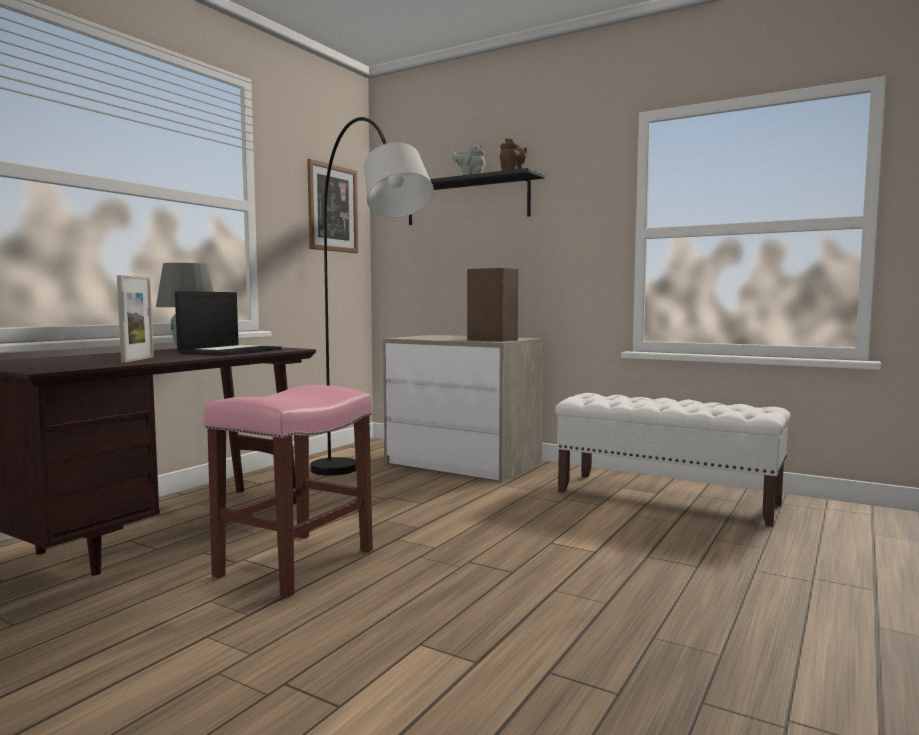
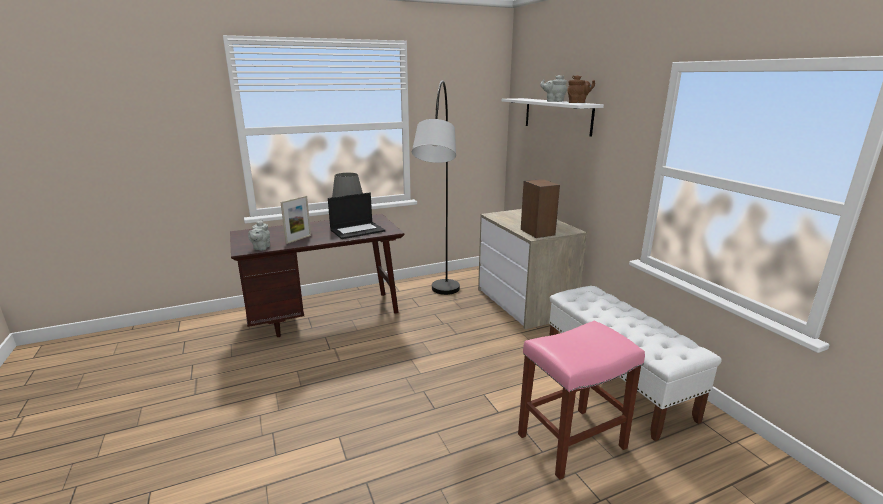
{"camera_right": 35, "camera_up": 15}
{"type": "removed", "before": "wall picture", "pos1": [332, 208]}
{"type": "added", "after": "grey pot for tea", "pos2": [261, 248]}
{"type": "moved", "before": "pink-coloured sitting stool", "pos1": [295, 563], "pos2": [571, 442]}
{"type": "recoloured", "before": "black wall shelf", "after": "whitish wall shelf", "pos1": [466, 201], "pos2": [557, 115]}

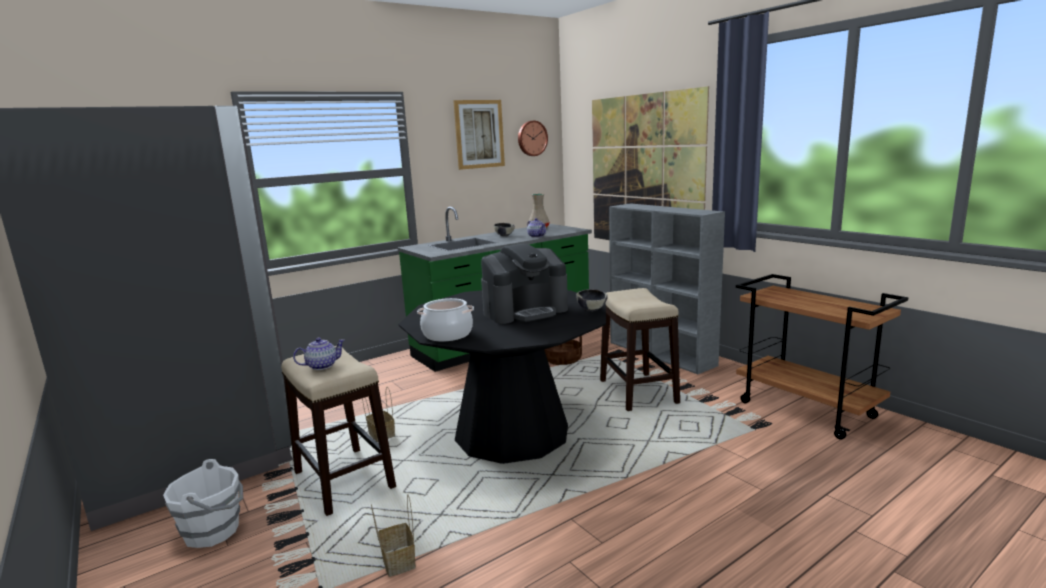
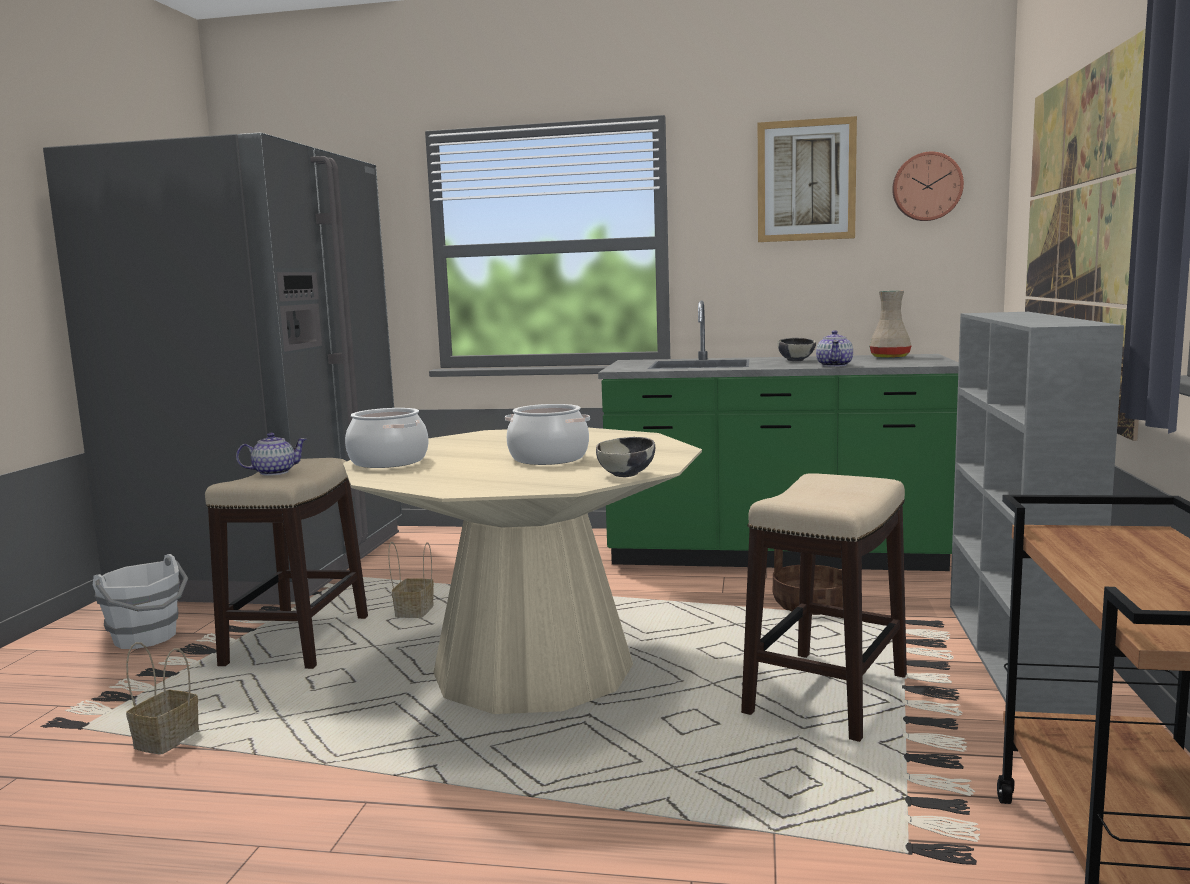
{"camera_right": 45, "camera_up": -5}
{"type": "replaced", "before": "coffee brewer", "after": "saucepot", "pos1": [525, 311], "pos2": [549, 458]}
{"type": "recoloured", "before": "black kitchen table", "after": "beige-coloured kitchen table", "pos1": [512, 433], "pos2": [533, 670]}
{"type": "turned", "before": "pot for tea", "pos1": [321, 366], "pos2": [274, 472], "turn": -45}

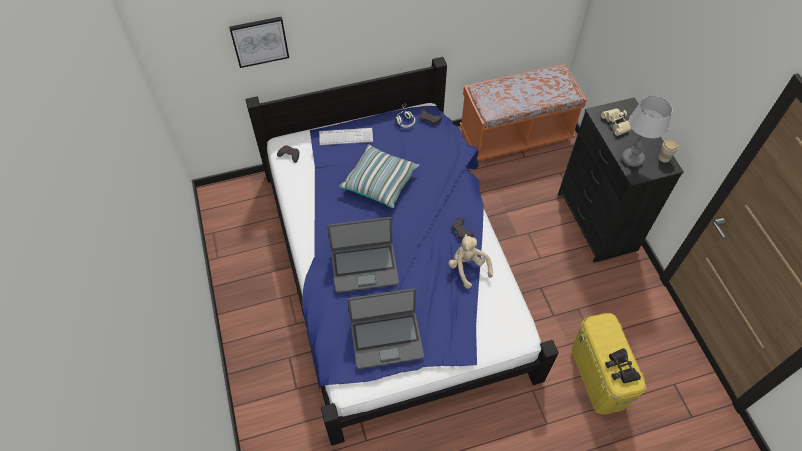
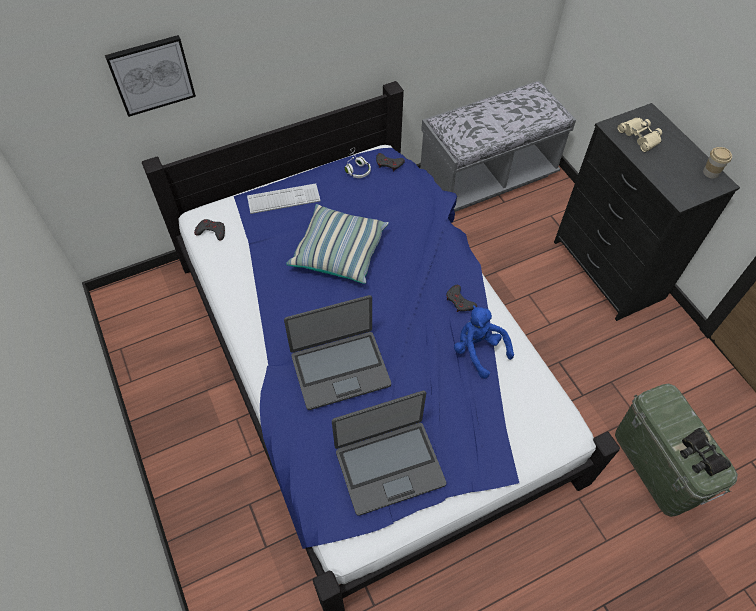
{"camera_right": -10, "camera_up": 0}
{"type": "removed", "before": "tabletop lamp", "pos1": [632, 158]}
{"type": "recoloured", "before": "beige-coloured cuddly toy", "after": "blue cuddly toy", "pos1": [468, 268], "pos2": [478, 350]}
{"type": "recoloured", "before": "orange-coloured long seat", "after": "grey long seat", "pos1": [515, 135], "pos2": [487, 177]}
{"type": "recoloured", "before": "yellow storage container", "after": "green-coloured storage container", "pos1": [598, 376], "pos2": [656, 466]}

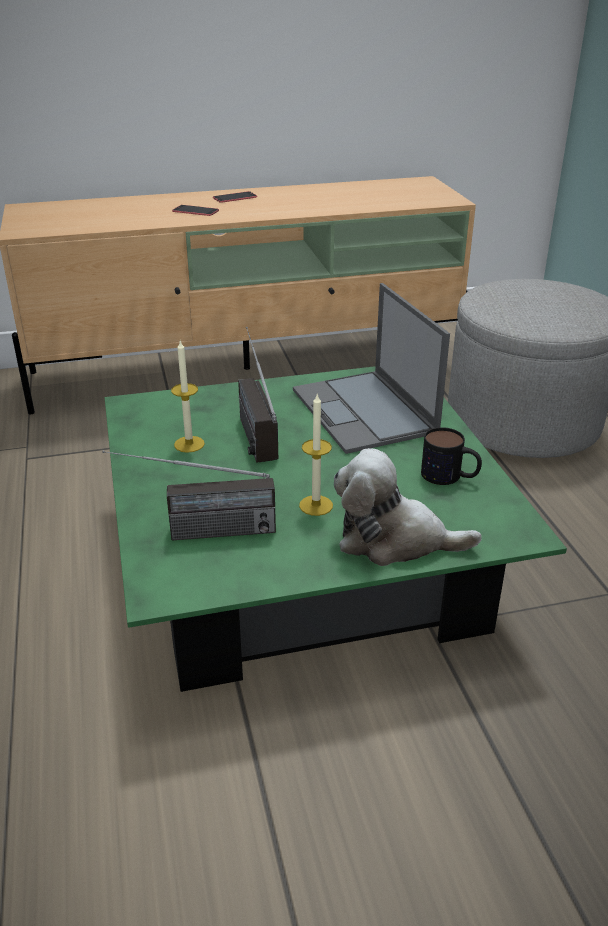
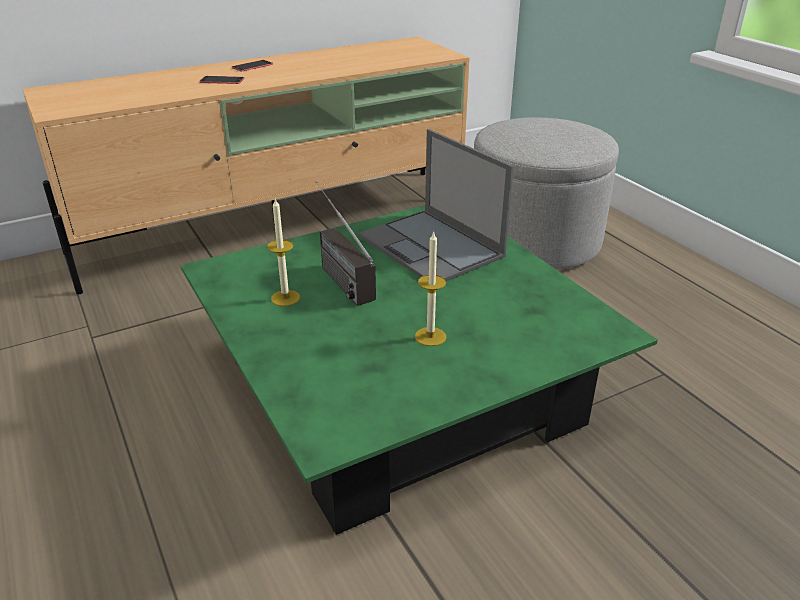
{"camera_right": -15, "camera_up": 0}
{"type": "removed", "before": "radio", "pos1": [195, 532]}
{"type": "removed", "before": "cuddly toy", "pos1": [394, 540]}
{"type": "removed", "before": "coffee mug", "pos1": [450, 476]}

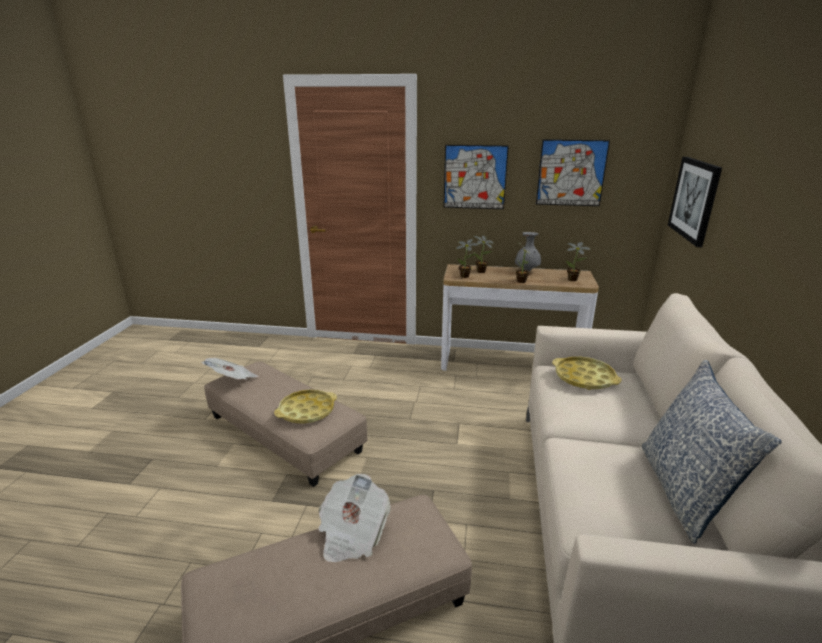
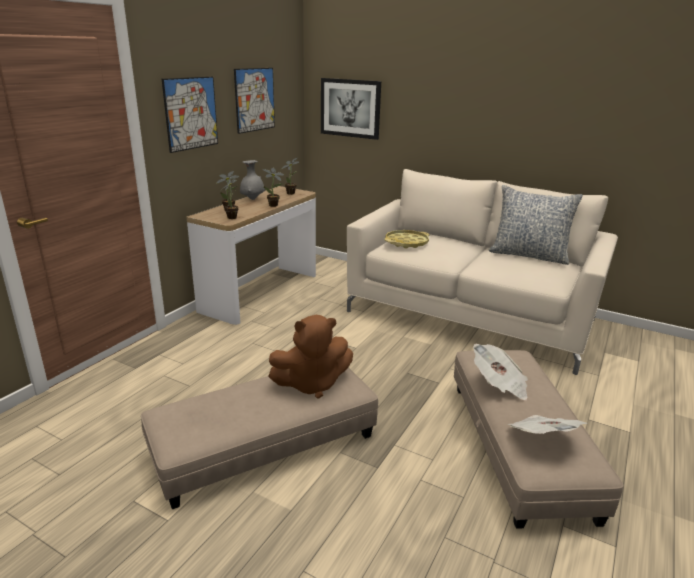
{"camera_right": -70, "camera_up": 0}
{"type": "moved", "before": "daily paper", "pos1": [233, 380], "pos2": [542, 438]}
{"type": "replaced", "before": "yellow tray", "after": "brownish cuddly toy", "pos1": [306, 411], "pos2": [311, 384]}

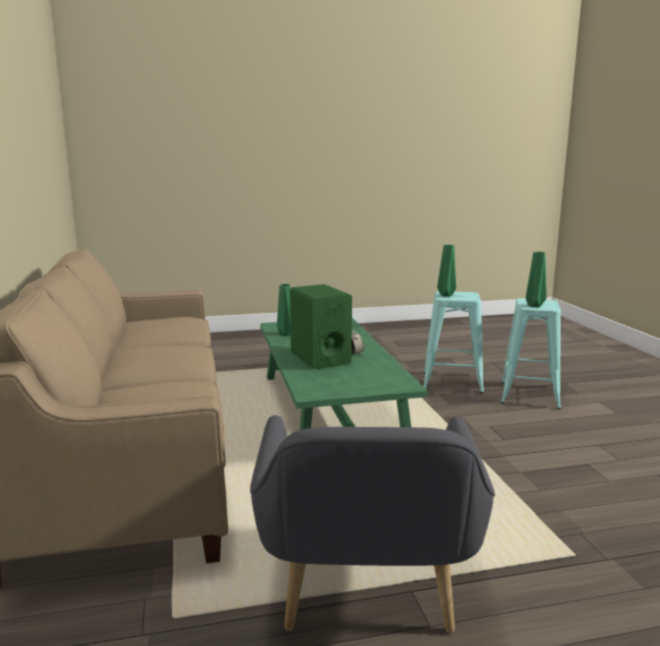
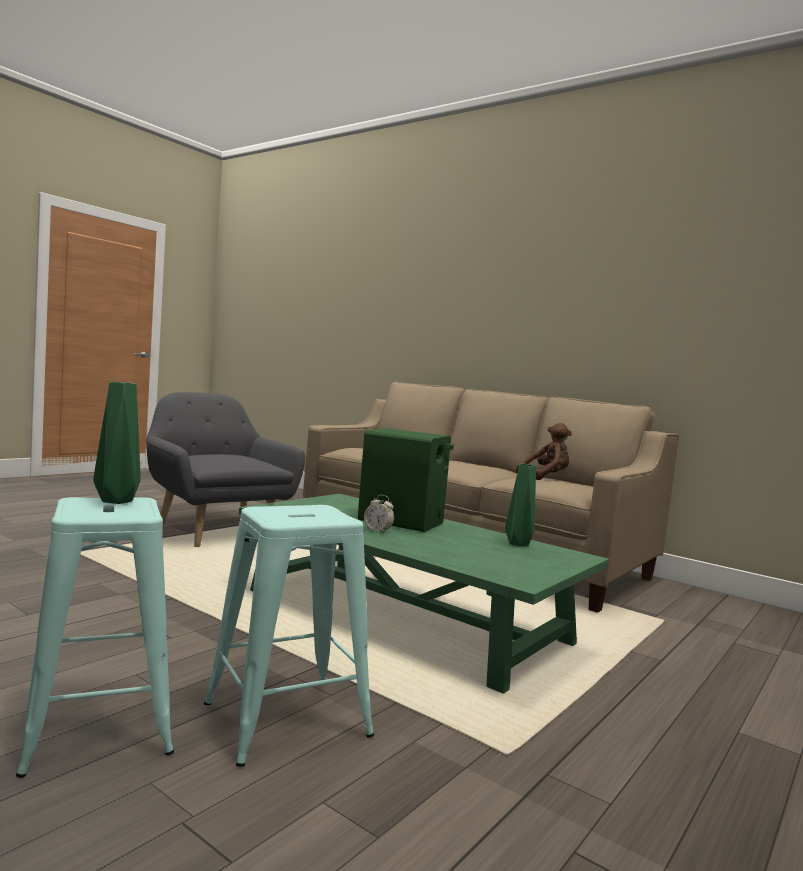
{"camera_right": 140, "camera_up": -10}
{"type": "removed", "before": "green-coloured flower vase", "pos1": [445, 295]}
{"type": "added", "after": "brownish cuddly toy", "pos2": [546, 477]}

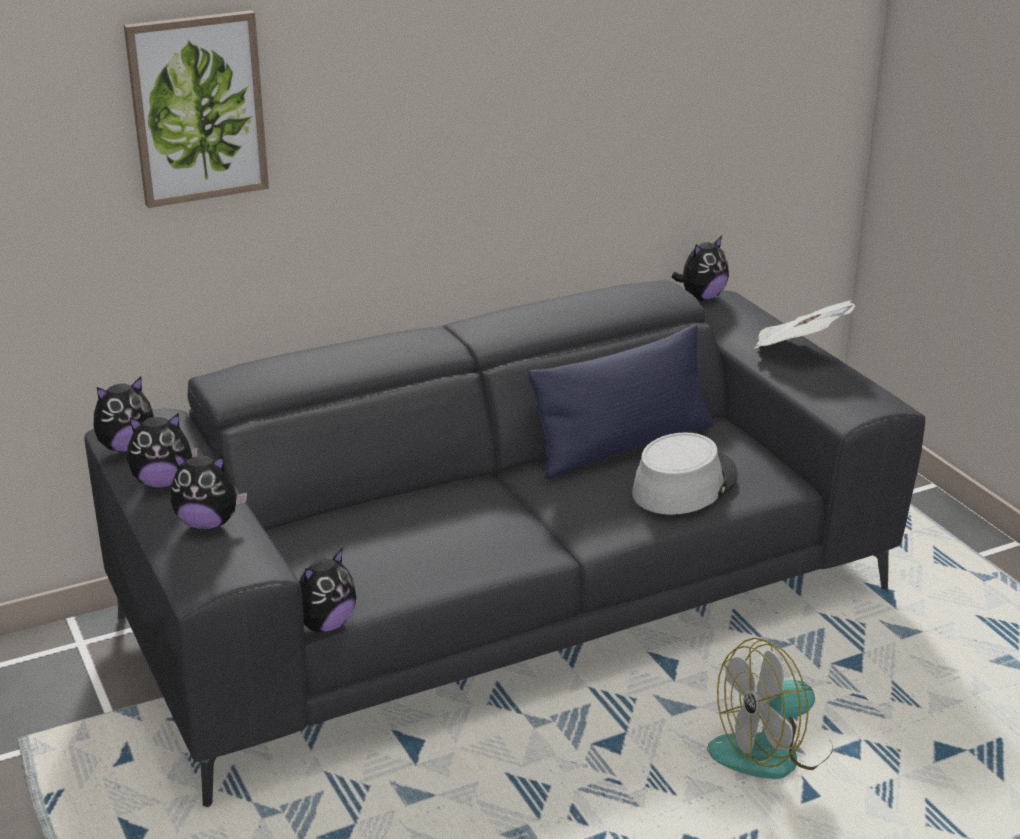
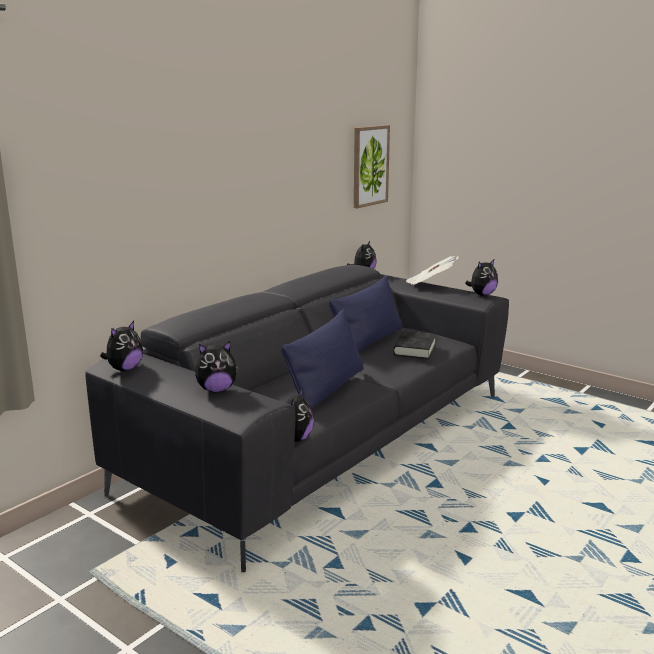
{"camera_right": -25, "camera_up": -10}
{"type": "removed", "before": "electric fan", "pos1": [772, 752]}
{"type": "added", "after": "blue throw pillow", "pos2": [327, 389]}
{"type": "moved", "before": "wall picture", "pos1": [197, 108], "pos2": [370, 166]}
{"type": "moved", "before": "cuddly toy", "pos1": [163, 482], "pos2": [482, 295]}
{"type": "replaced", "before": "grey clothing hat", "after": "black book", "pos1": [684, 484], "pos2": [414, 349]}

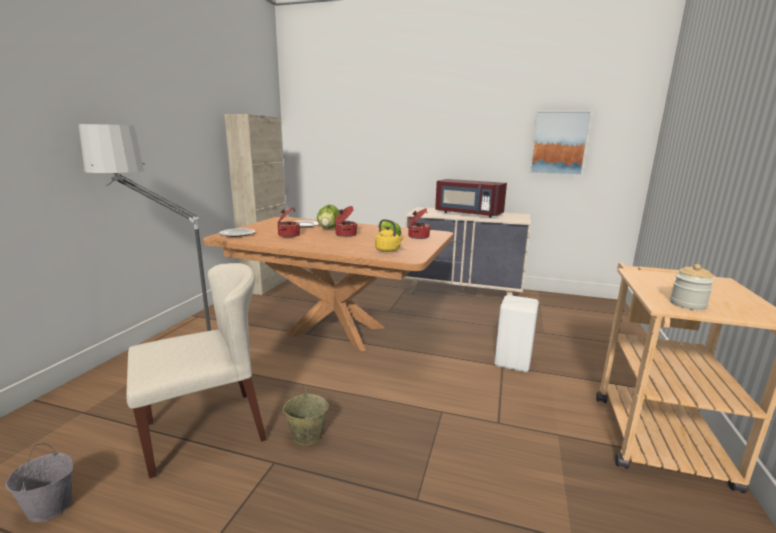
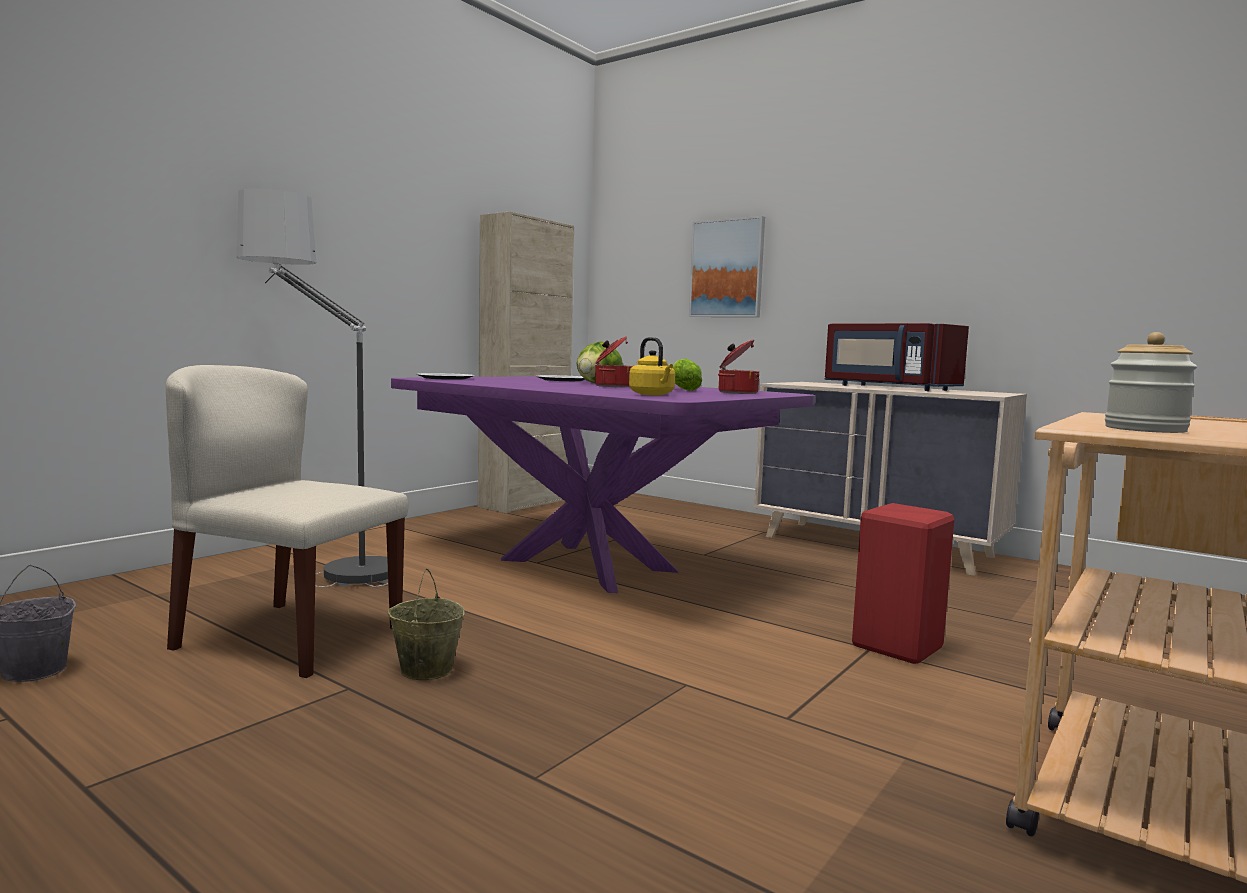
{"camera_right": 20, "camera_up": -10}
{"type": "removed", "before": "saucepot", "pos1": [288, 235]}
{"type": "moved", "before": "wall picture", "pos1": [559, 143], "pos2": [727, 268]}
{"type": "recoloured", "before": "brownish kitchen table", "after": "purple-coloured kitchen table", "pos1": [335, 330], "pos2": [587, 564]}
{"type": "recoloured", "before": "whitish sitting stool", "after": "red-coloured sitting stool", "pos1": [513, 363], "pos2": [898, 648]}
{"type": "turned", "before": "beige-coloured upright chair", "pos1": [206, 430], "pos2": [288, 637], "turn": -150}

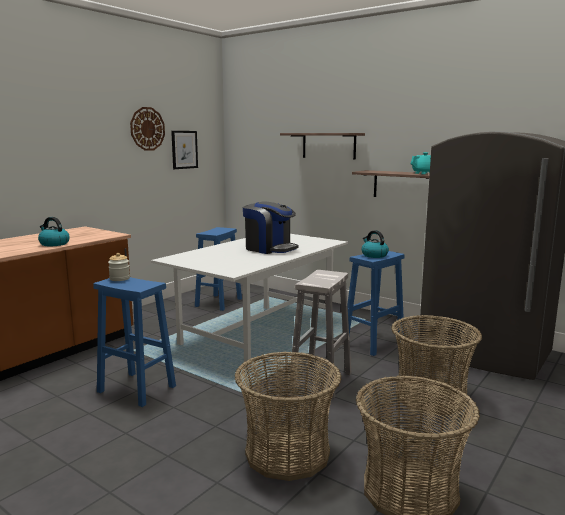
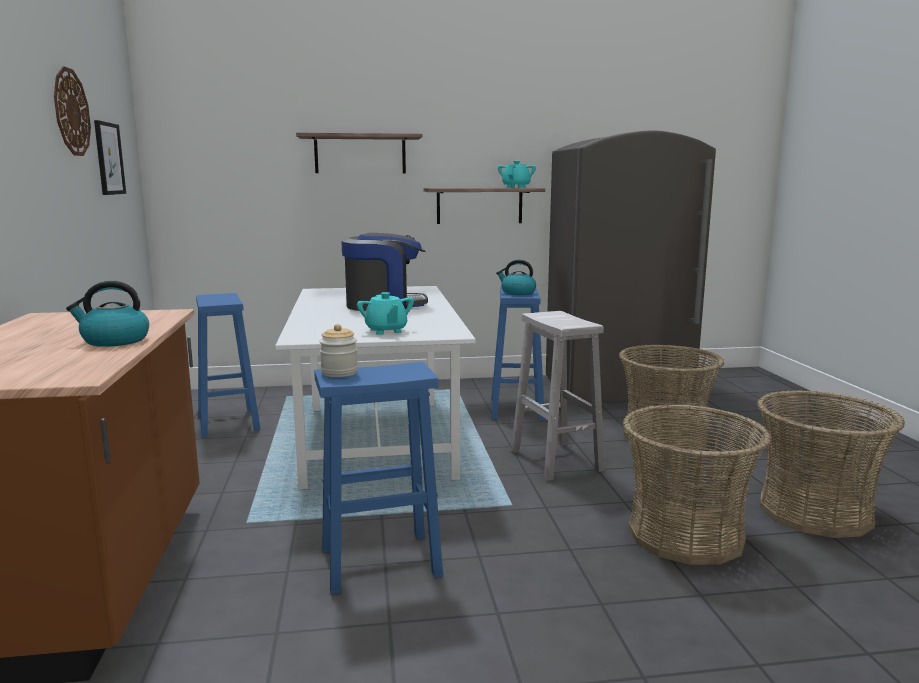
{"camera_right": -45, "camera_up": 0}
{"type": "added", "after": "turquoise pot for tea", "pos2": [386, 331]}

